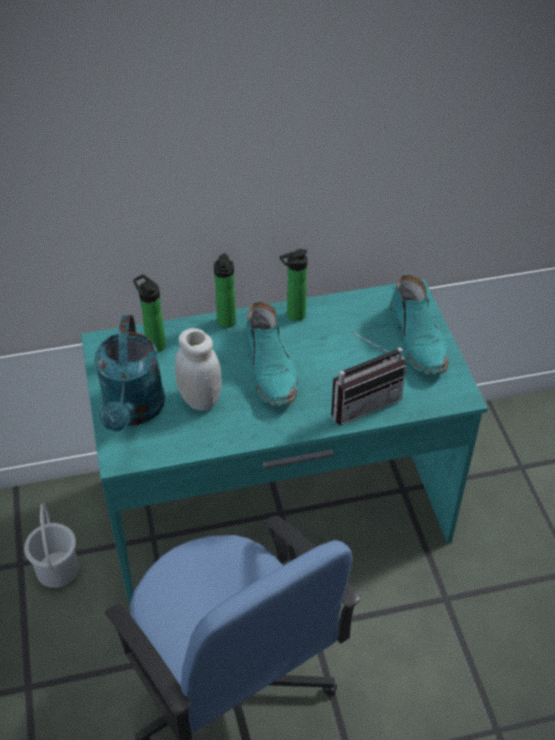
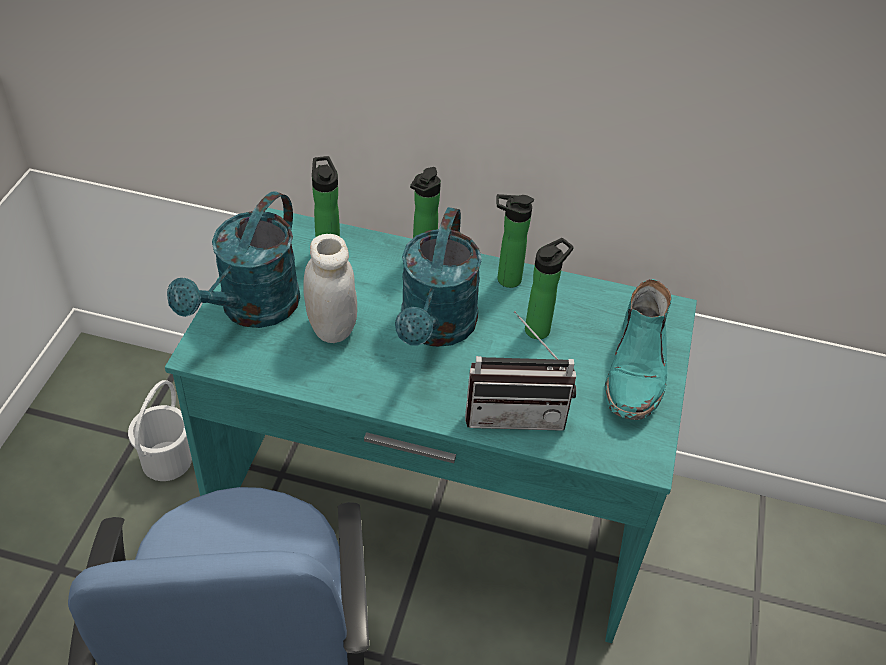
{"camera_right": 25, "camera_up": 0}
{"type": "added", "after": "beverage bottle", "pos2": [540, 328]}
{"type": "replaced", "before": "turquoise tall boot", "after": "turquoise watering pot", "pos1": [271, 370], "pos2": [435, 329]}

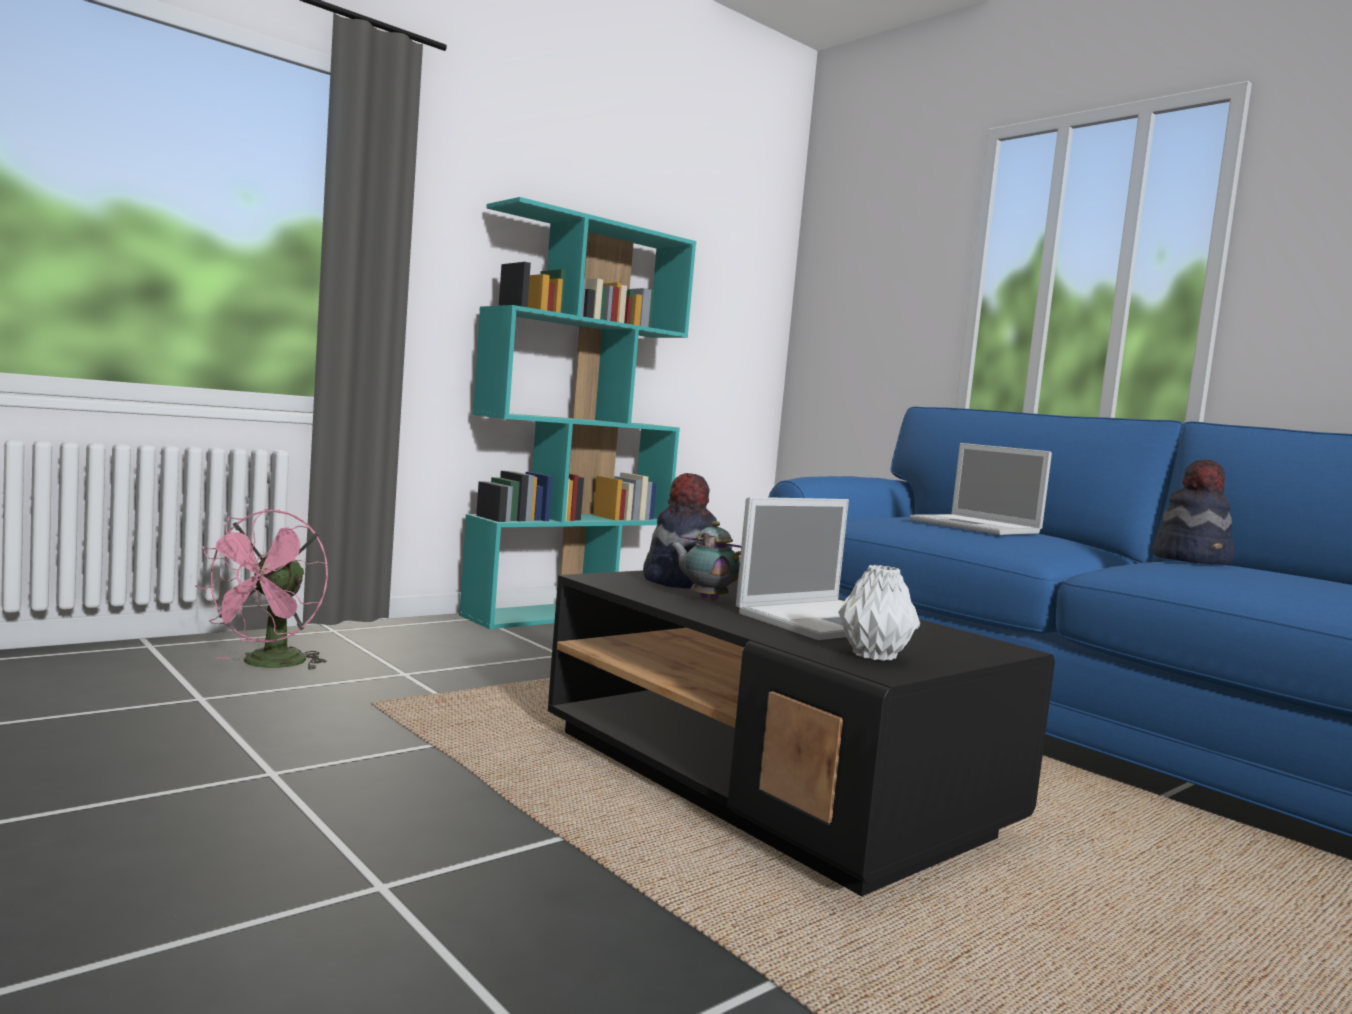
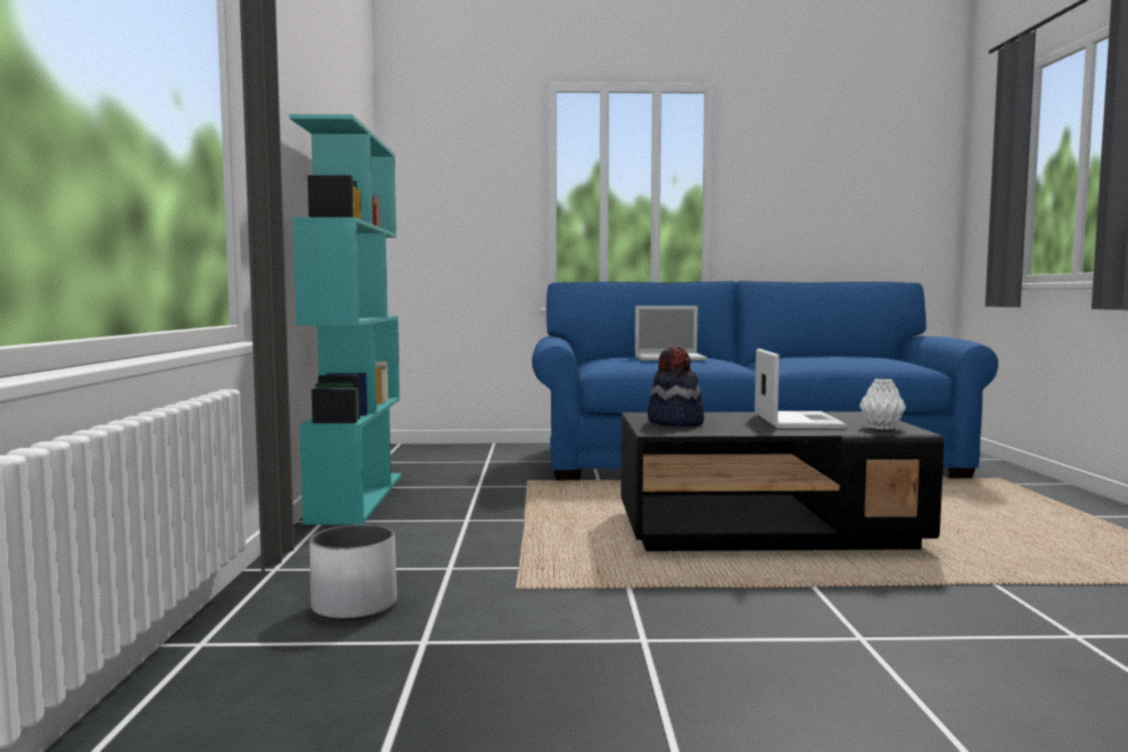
{"camera_right": -50, "camera_up": 0}
{"type": "removed", "before": "pot for tea", "pos1": [706, 598]}
{"type": "removed", "before": "clothing hat", "pos1": [1192, 559]}
{"type": "replaced", "before": "pink-coloured electric fan", "after": "whitish plant pot", "pos1": [268, 665], "pos2": [354, 606]}

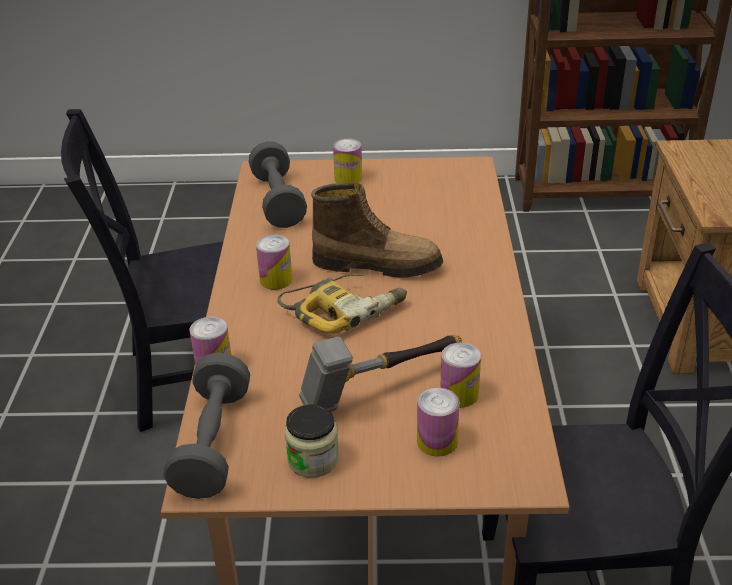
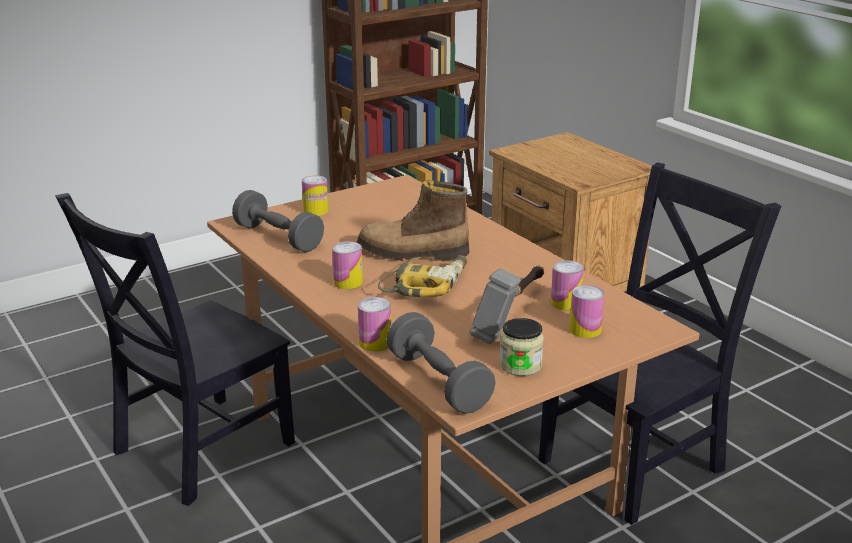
{"camera_right": -35, "camera_up": -10}
{"type": "turned", "before": "tall boot", "pos1": [377, 264], "pos2": [412, 253], "turn": -150}

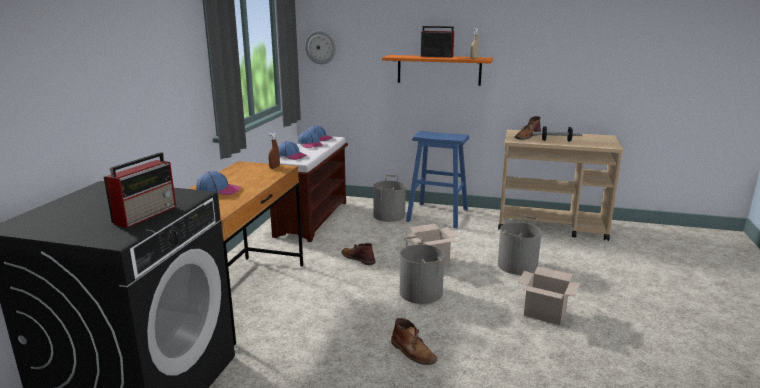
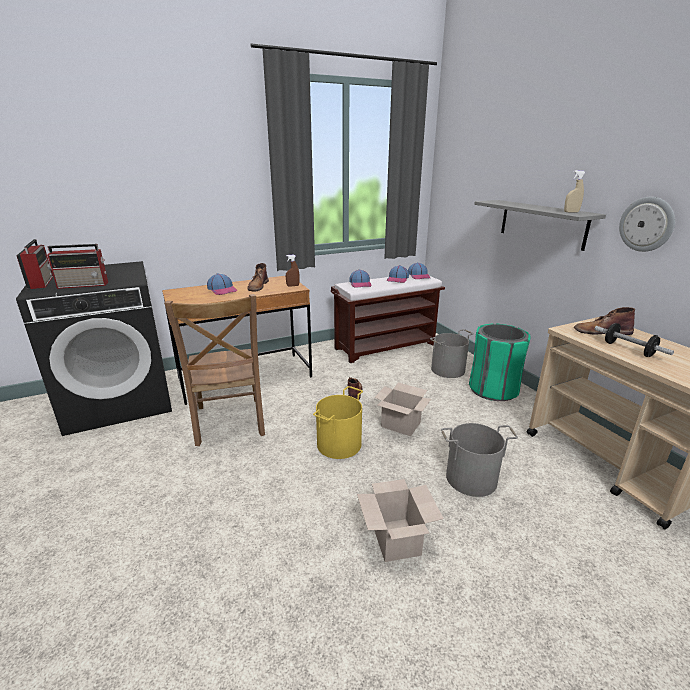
{"camera_right": 50, "camera_up": 5}
{"type": "added", "after": "brownish upright chair", "pos2": [229, 423]}
{"type": "moved", "before": "hanging clock", "pos1": [320, 47], "pos2": [647, 224]}
{"type": "moved", "before": "brownish tall boot", "pos1": [413, 352], "pos2": [258, 286]}
{"type": "moved", "before": "radio", "pos1": [435, 56], "pos2": [41, 282]}
{"type": "replaced", "before": "blue sitting stool", "after": "green-coloured trash can", "pos1": [437, 215], "pos2": [493, 389]}
{"type": "recoloured", "before": "orange-coloured wall shelf", "after": "grey wall shelf", "pos1": [439, 70], "pos2": [542, 223]}
{"type": "recoloured", "before": "grey pail", "after": "yellow pail", "pos1": [421, 292], "pos2": [339, 444]}

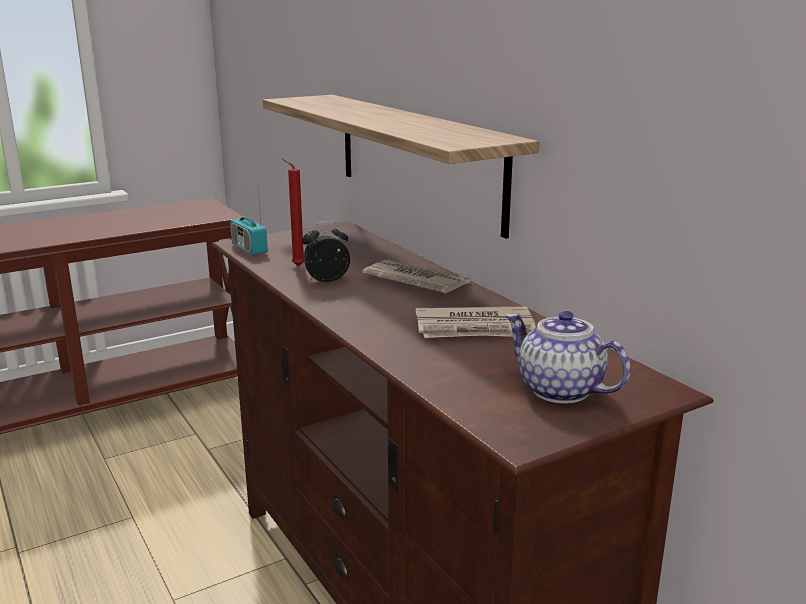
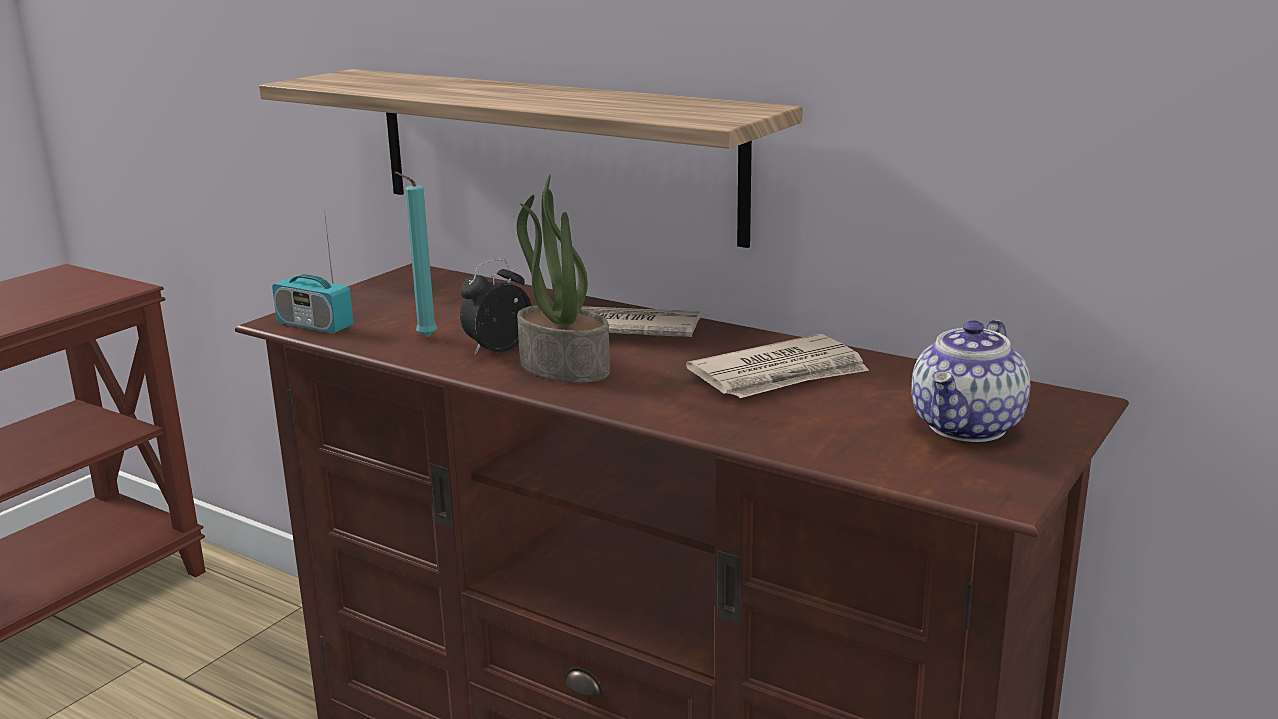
{"camera_right": -25, "camera_up": 0}
{"type": "added", "after": "plant in a pot", "pos2": [562, 368]}
{"type": "recoloured", "before": "red-coloured candle", "after": "turquoise candle", "pos1": [296, 266], "pos2": [423, 338]}
{"type": "turned", "before": "pot for tea", "pos1": [558, 390], "pos2": [968, 427], "turn": -75}

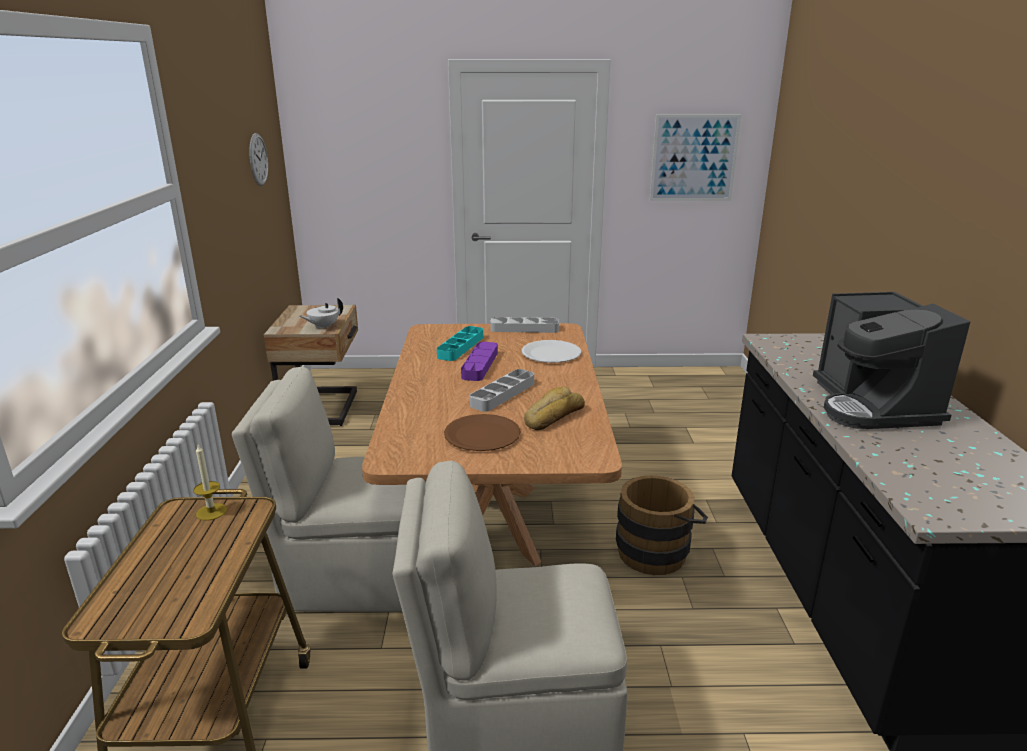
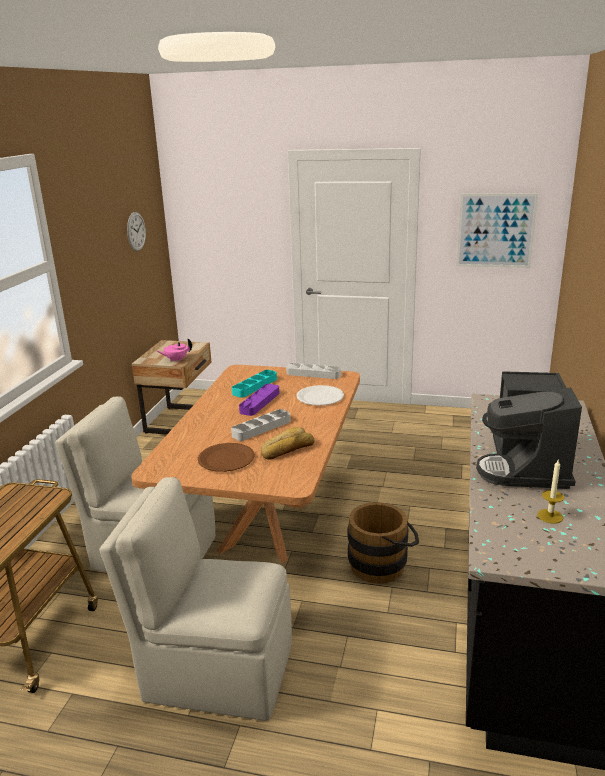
{"camera_right": 15, "camera_up": 0}
{"type": "moved", "before": "candle", "pos1": [211, 512], "pos2": [550, 516]}
{"type": "recoloured", "before": "whitish pot for tea", "after": "pink-coloured pot for tea", "pos1": [323, 326], "pos2": [176, 360]}

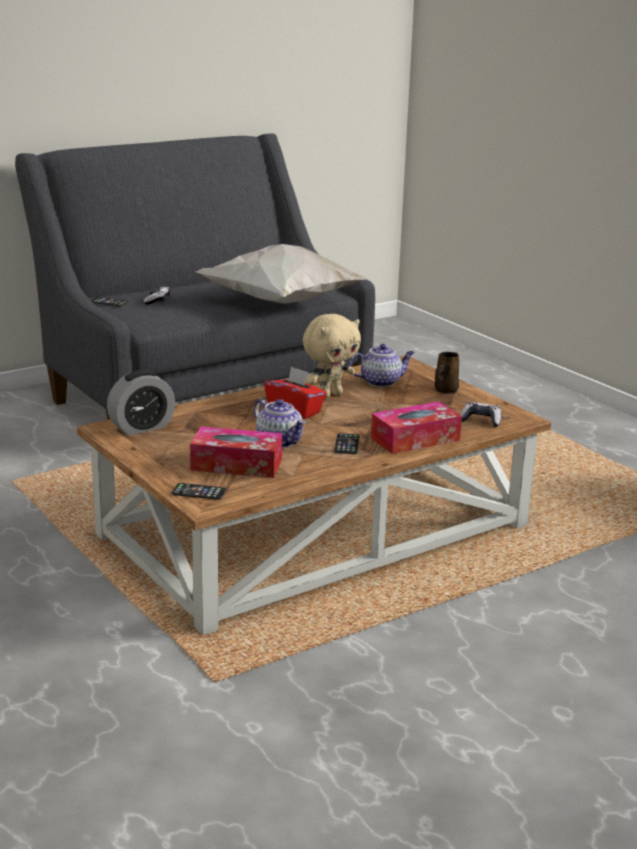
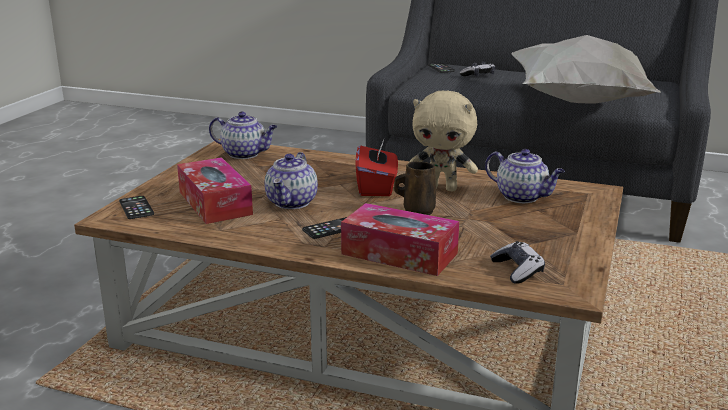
{"camera_right": 55, "camera_up": 0}
{"type": "moved", "before": "brownish coffee mug", "pos1": [445, 390], "pos2": [416, 211]}
{"type": "replaced", "before": "bedside clock", "after": "pot for tea", "pos1": [142, 427], "pos2": [245, 154]}

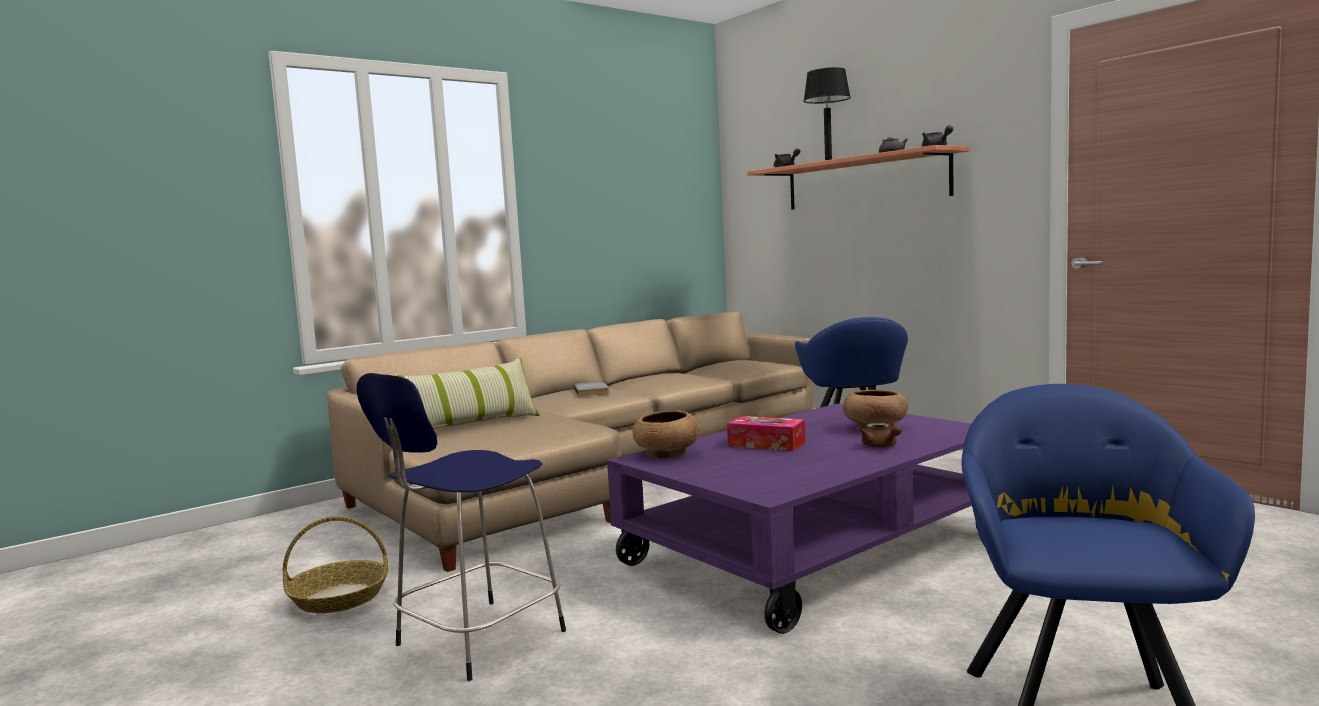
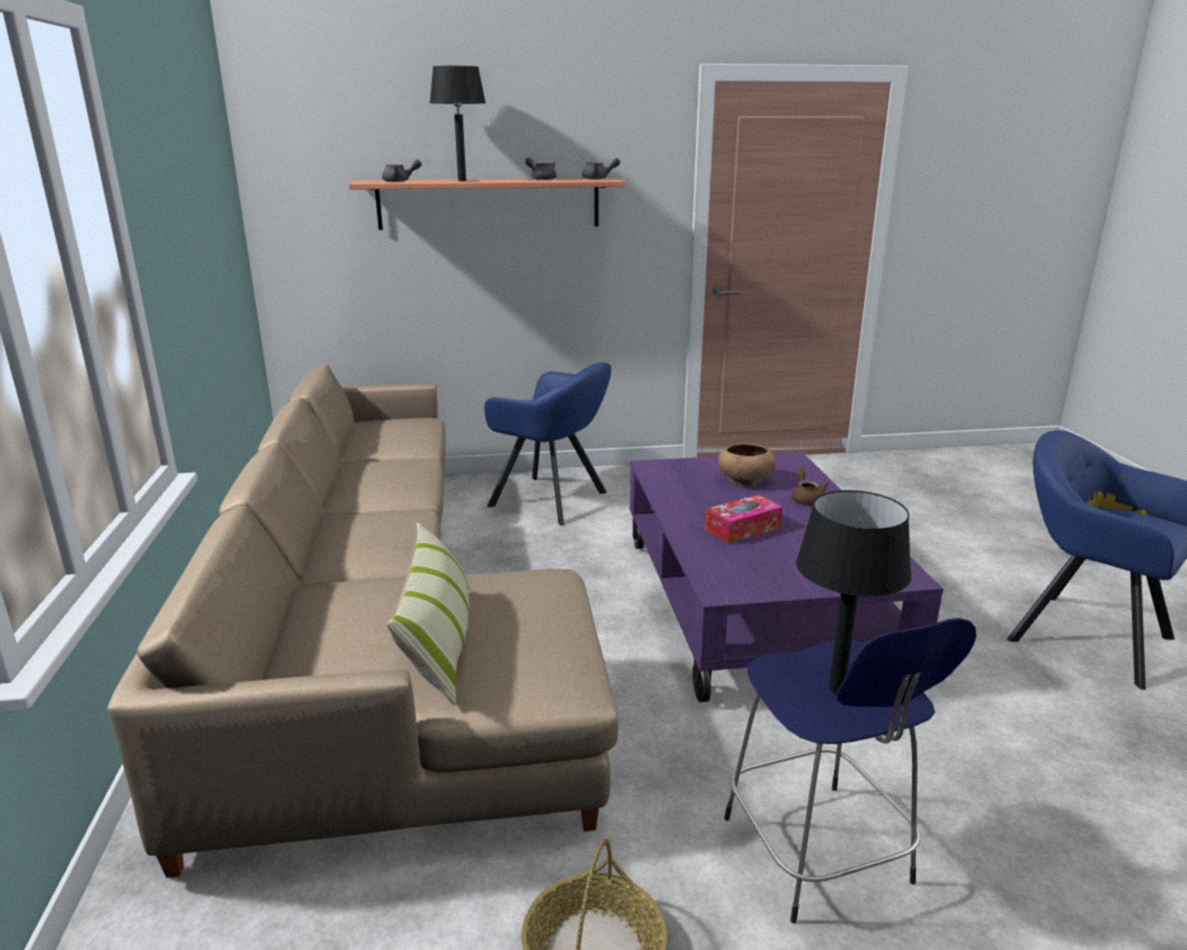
{"camera_right": -60, "camera_up": 15}
{"type": "removed", "before": "grey book", "pos1": [593, 391]}
{"type": "removed", "before": "brownish serving bowl", "pos1": [666, 454]}
{"type": "added", "after": "black tabletop lamp", "pos2": [836, 688]}
{"type": "turned", "before": "brownish pot for tea", "pos1": [881, 446], "pos2": [806, 498], "turn": -105}

